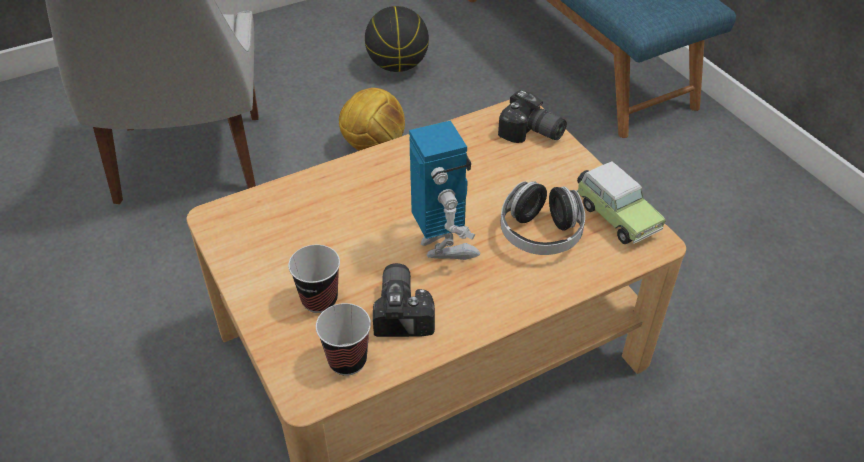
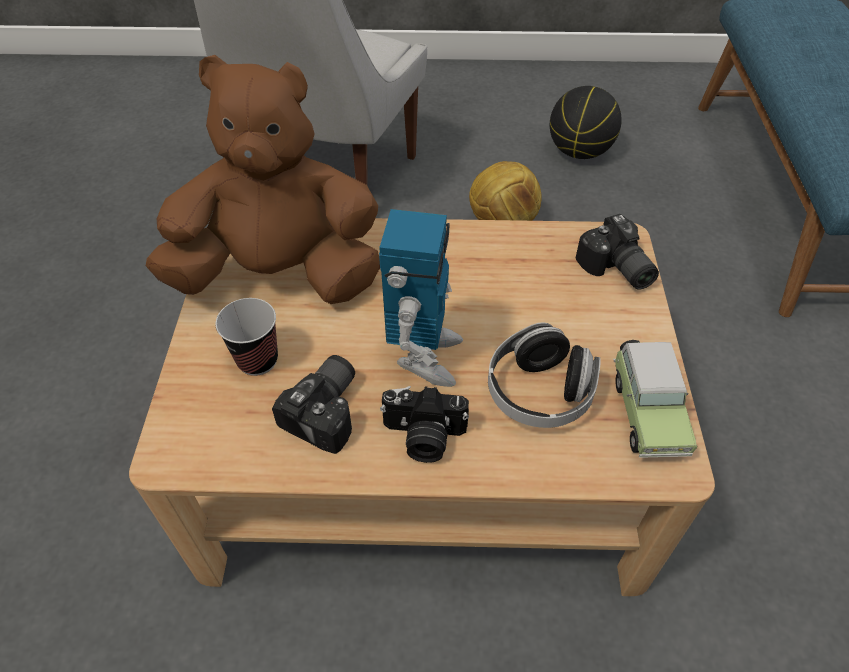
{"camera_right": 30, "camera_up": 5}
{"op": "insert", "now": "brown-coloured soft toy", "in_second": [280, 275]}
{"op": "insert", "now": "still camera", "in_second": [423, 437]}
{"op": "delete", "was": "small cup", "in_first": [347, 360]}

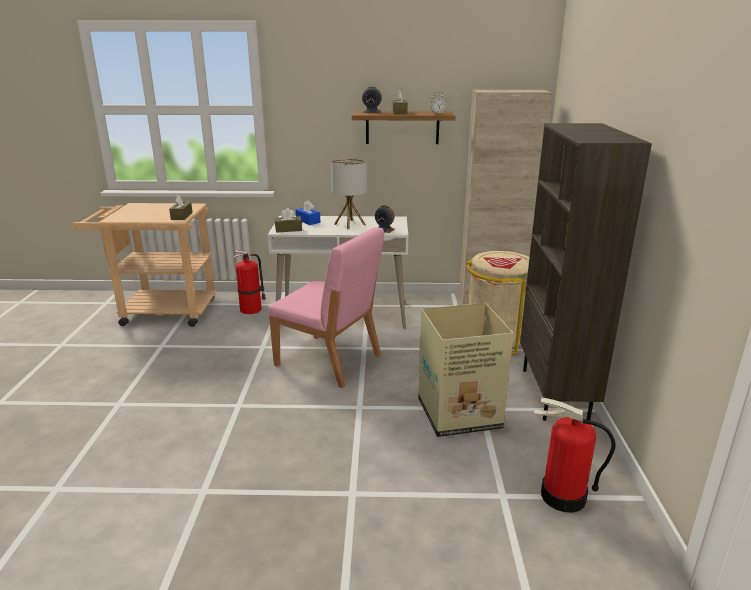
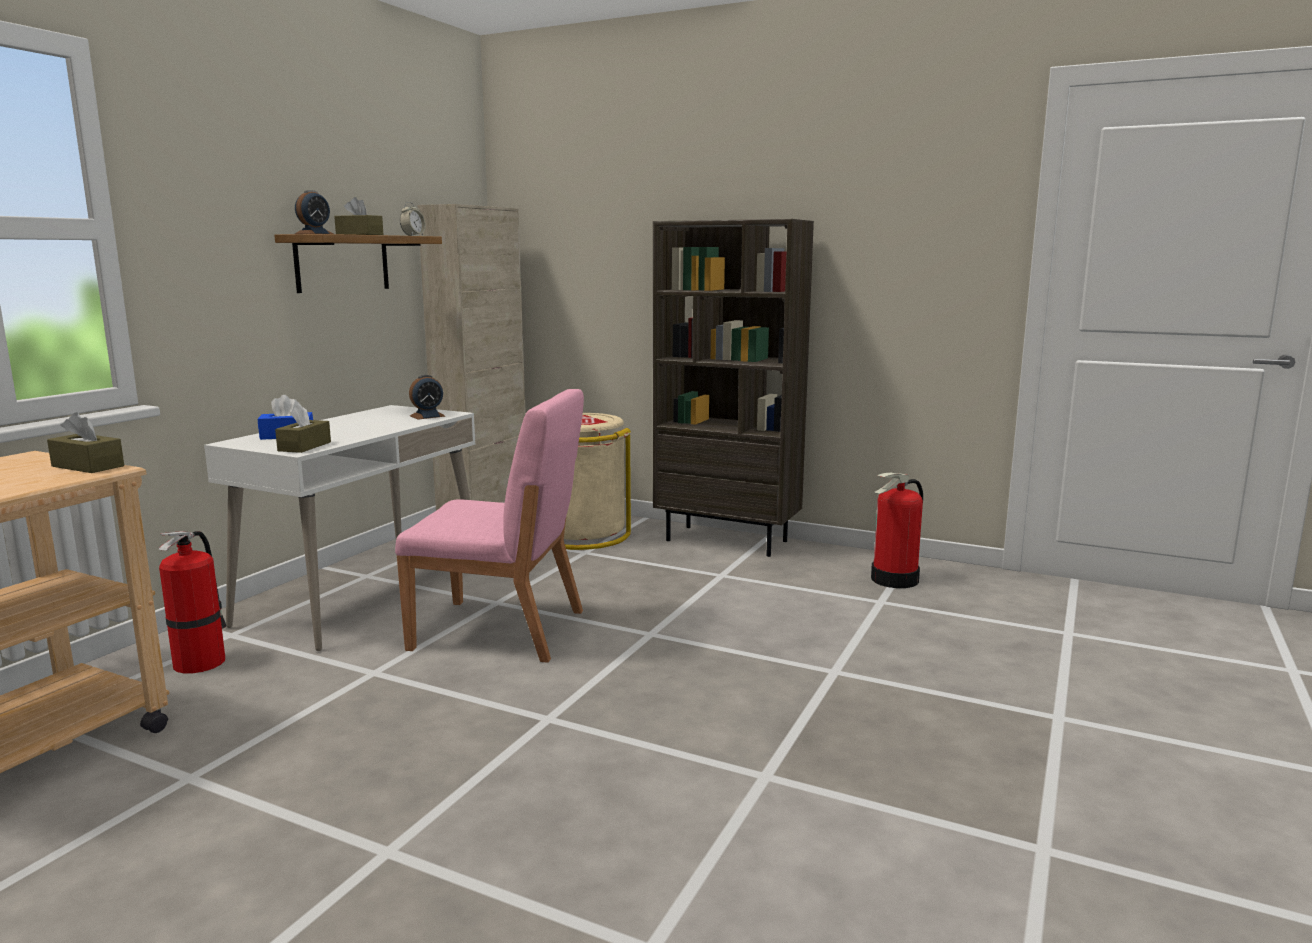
{"camera_right": -65, "camera_up": -10}
{"op": "rotate", "was": "pink upright chair", "in_first": [329, 361], "in_second": [500, 630], "clockwise": 45}
{"op": "delete", "was": "tabletop lamp", "in_first": [349, 224]}
{"op": "delete", "was": "packing box", "in_first": [460, 414]}

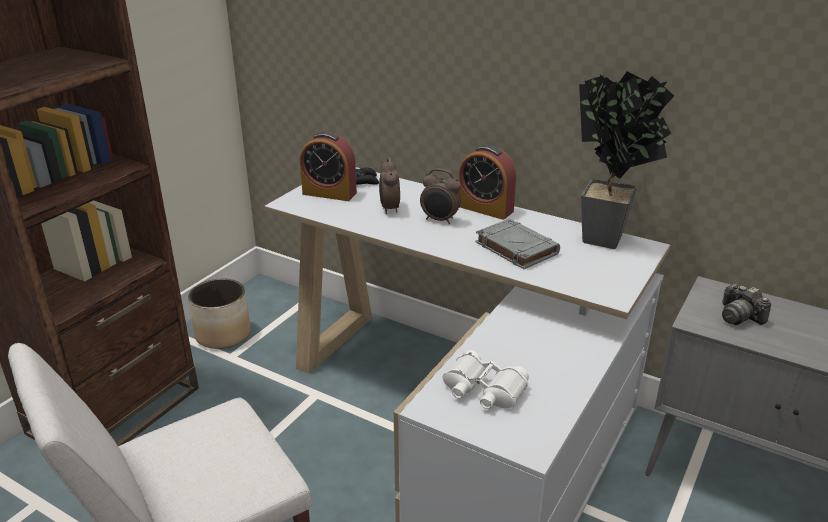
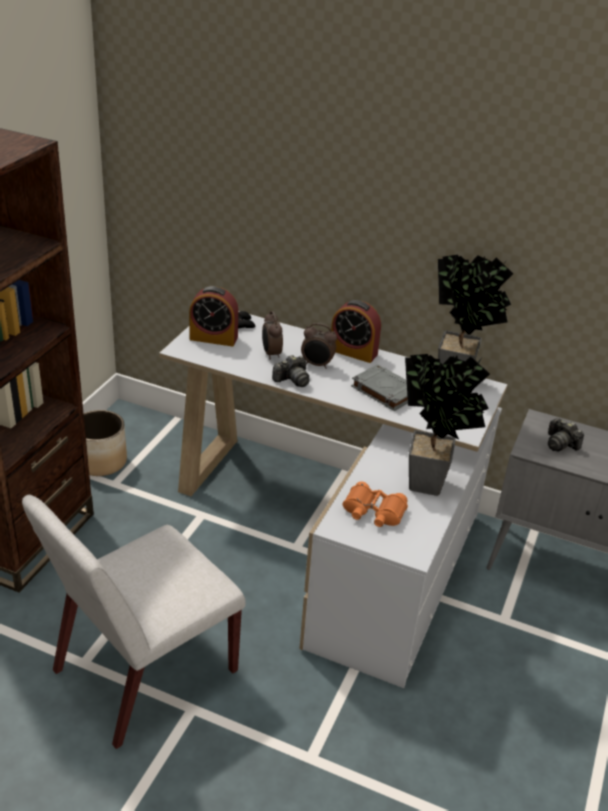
{"camera_right": -10, "camera_up": 5}
{"op": "insert", "now": "still camera", "in_second": [292, 380]}
{"op": "recolor", "was": "white-coloured pair of binoculars", "now": "orange-coloured pair of binoculars", "in_first": [483, 390], "in_second": [373, 512]}
{"op": "insert", "now": "plant in a pot", "in_second": [431, 487]}

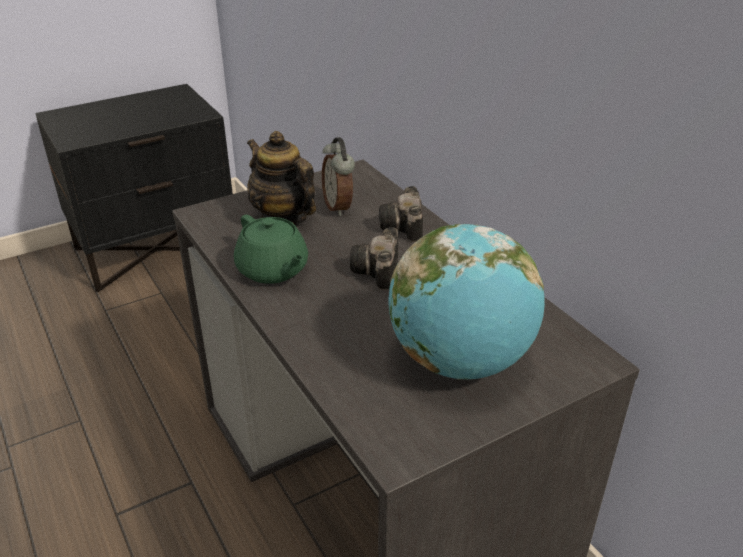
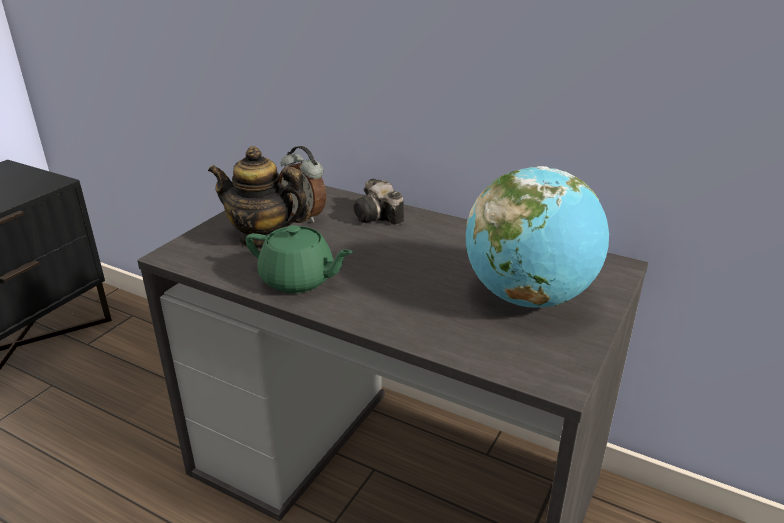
{"camera_right": -30, "camera_up": -5}
{"op": "delete", "was": "still camera", "in_first": [378, 272]}

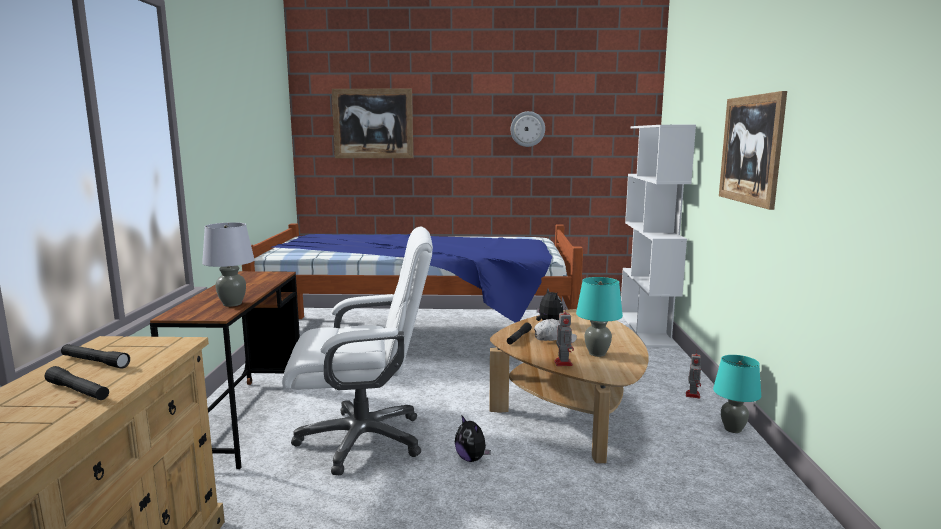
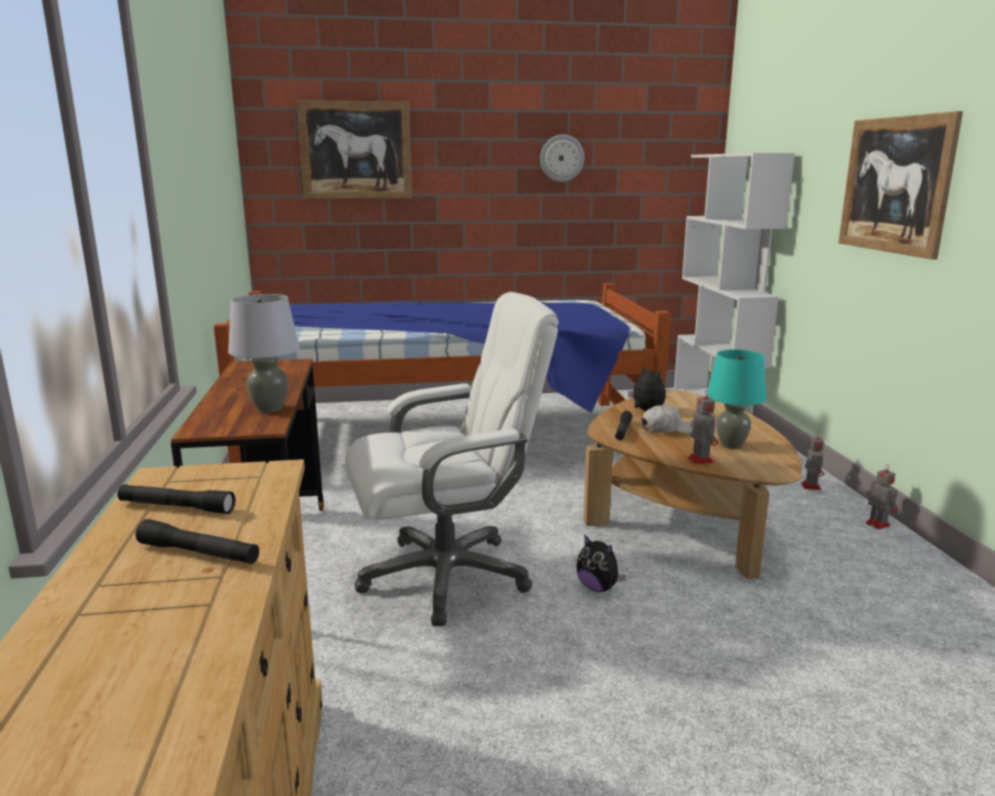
{"camera_right": -10, "camera_up": 5}
{"op": "replace", "was": "blue-green tabletop lamp", "now": "robot figure", "in_first": [733, 429], "in_second": [876, 524]}

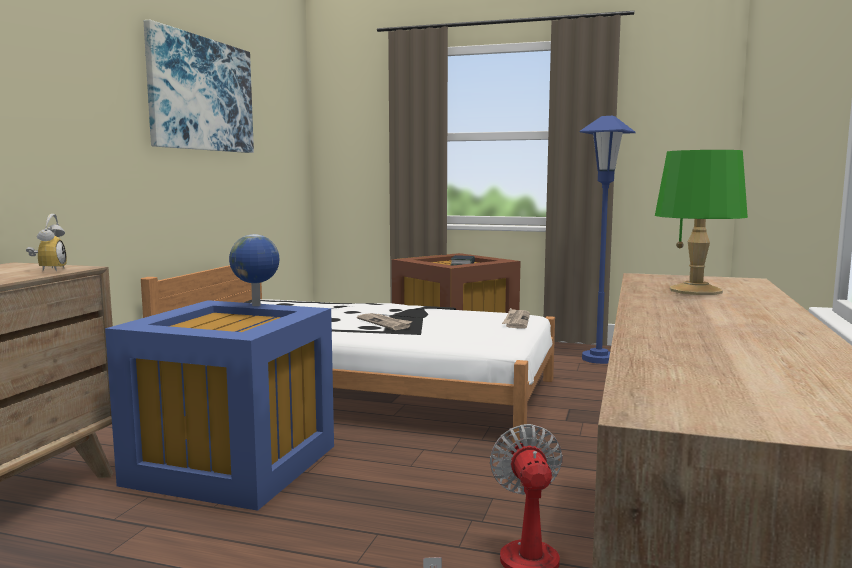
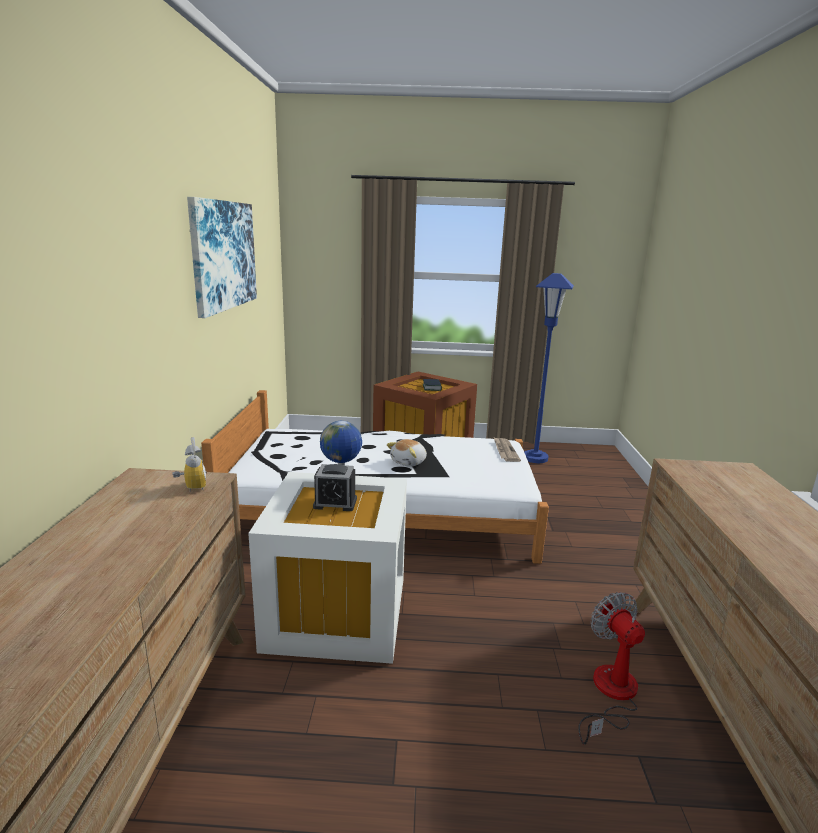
{"camera_right": -15, "camera_up": 10}
{"op": "recolor", "was": "bluish storage bin", "now": "white-coloured storage bin", "in_first": [236, 464], "in_second": [339, 612]}
{"op": "insert", "now": "bedside clock", "in_second": [335, 503]}
{"op": "replace", "was": "newspaper", "now": "soft toy", "in_first": [385, 323], "in_second": [409, 462]}
{"op": "delete", "was": "green tabletop lamp", "in_first": [696, 291]}

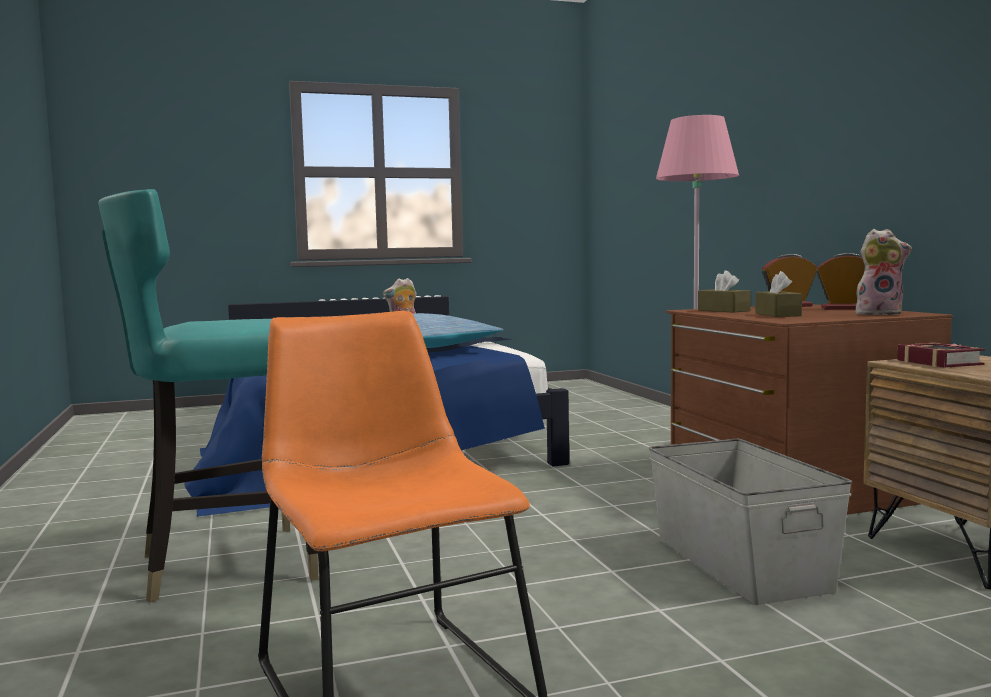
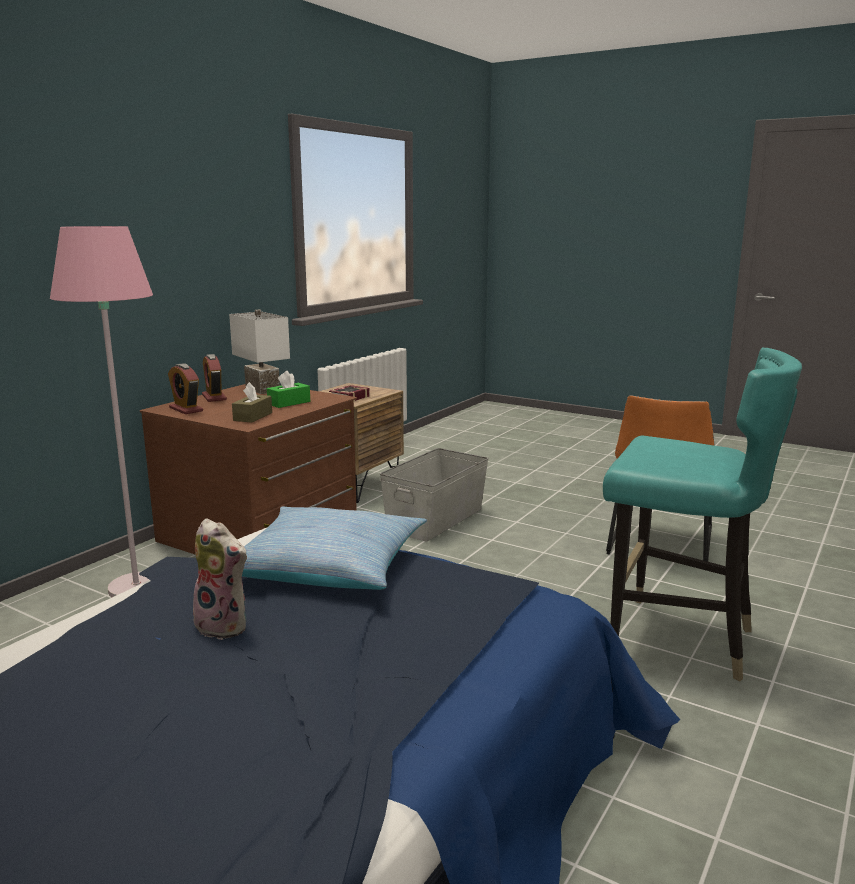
{"camera_right": -130, "camera_up": 10}
{"op": "replace", "was": "soft toy", "now": "white-coloured tabletop lamp", "in_first": [879, 314], "in_second": [264, 389]}
{"op": "recolor", "was": "brown-coloured tissue box", "now": "green tissue box", "in_first": [777, 314], "in_second": [289, 403]}

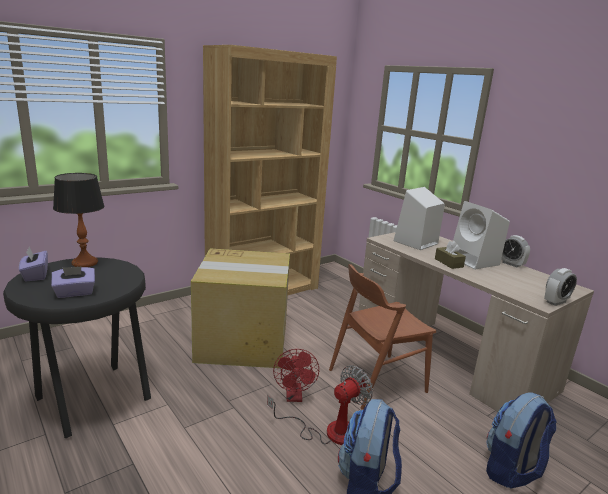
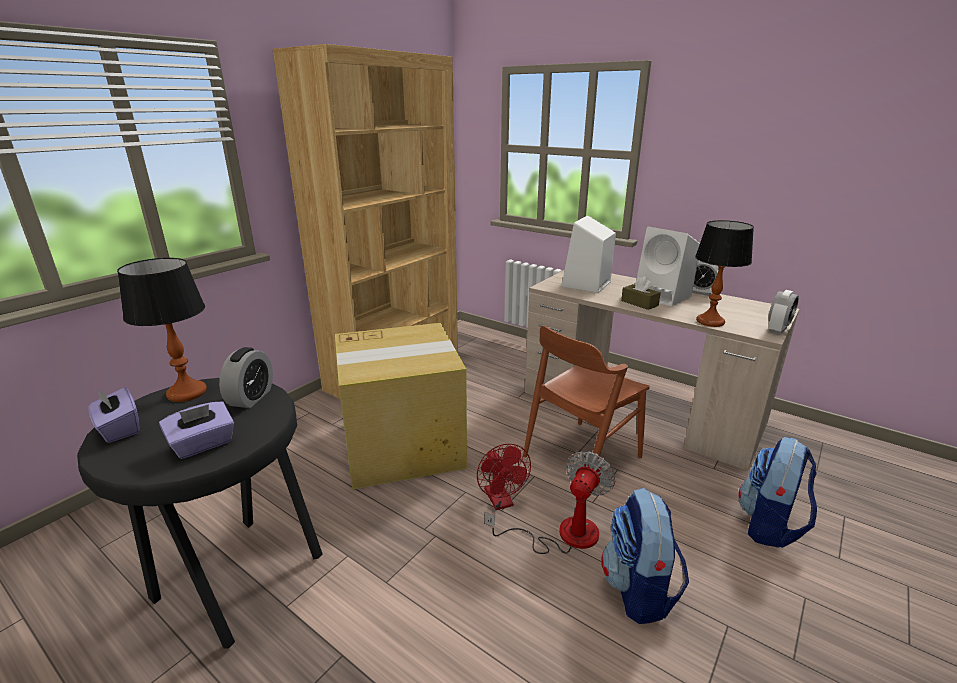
{"camera_right": -15, "camera_up": 5}
{"op": "insert", "now": "bedside clock", "in_second": [251, 398]}
{"op": "insert", "now": "tabletop lamp", "in_second": [710, 321]}

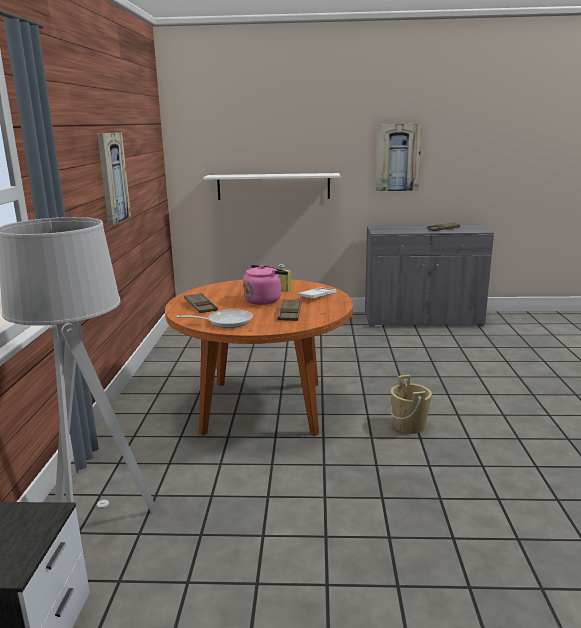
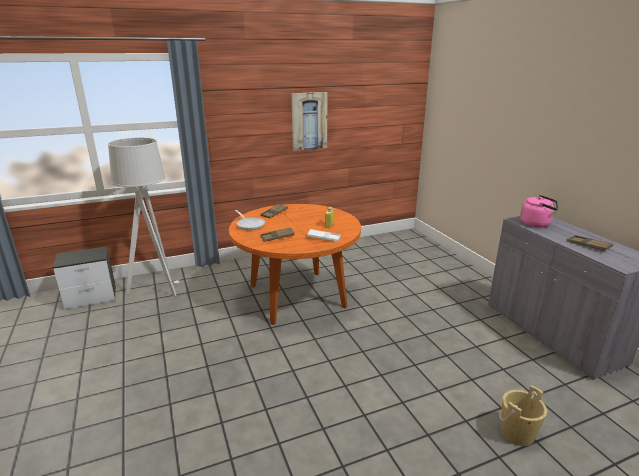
{"camera_right": 65, "camera_up": 5}
{"op": "move", "was": "beige pail", "in_first": [409, 425], "in_second": [517, 433]}
{"op": "move", "was": "pink water kettle", "in_first": [264, 300], "in_second": [537, 224]}
{"op": "delete", "was": "white-coloured wall shelf", "in_first": [273, 186]}
{"op": "delete", "was": "wall picture", "in_first": [397, 157]}

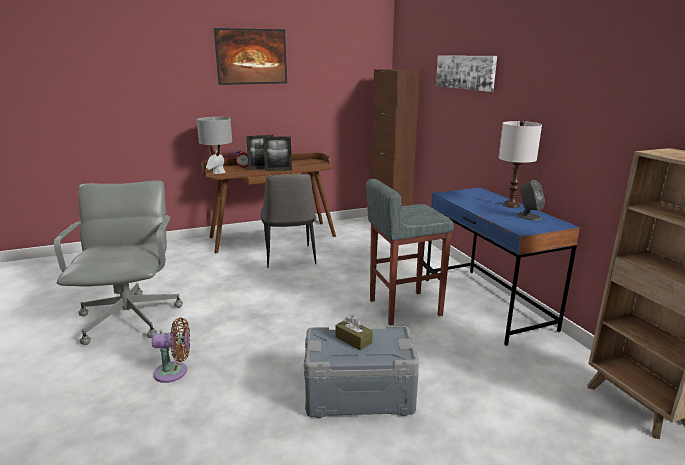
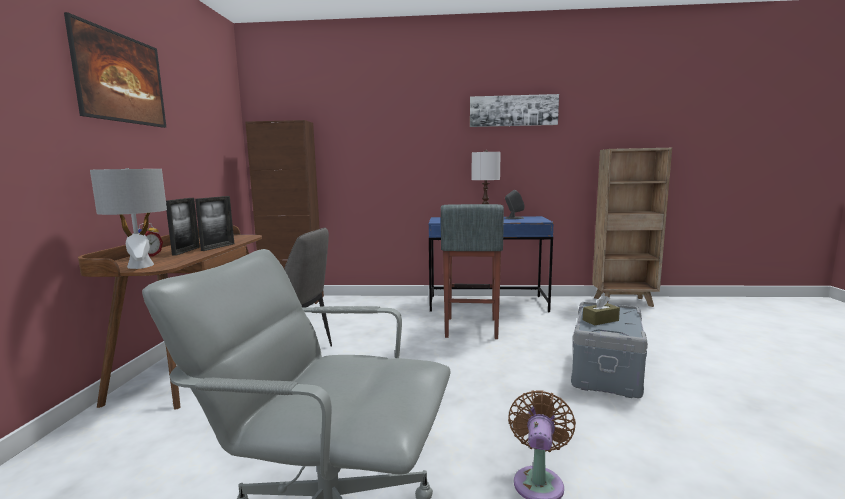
{"camera_right": -65, "camera_up": -10}
{"op": "move", "was": "wall picture", "in_first": [465, 72], "in_second": [513, 111]}

